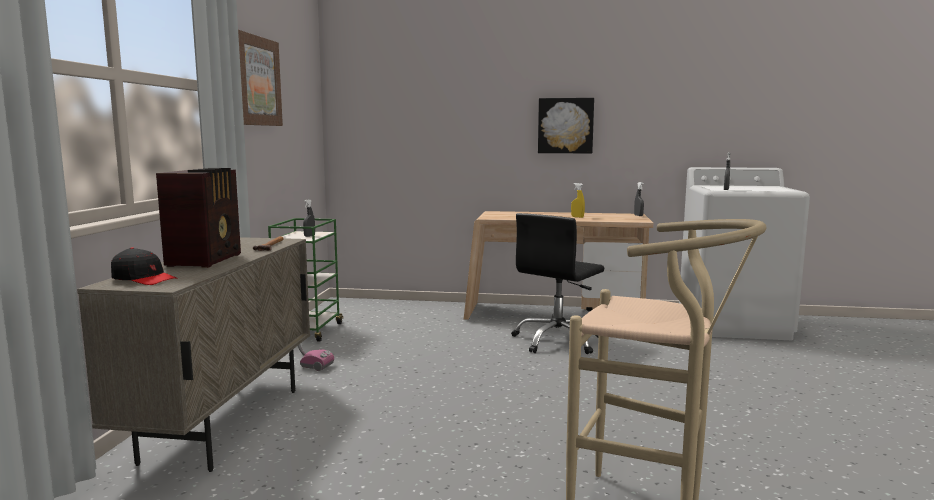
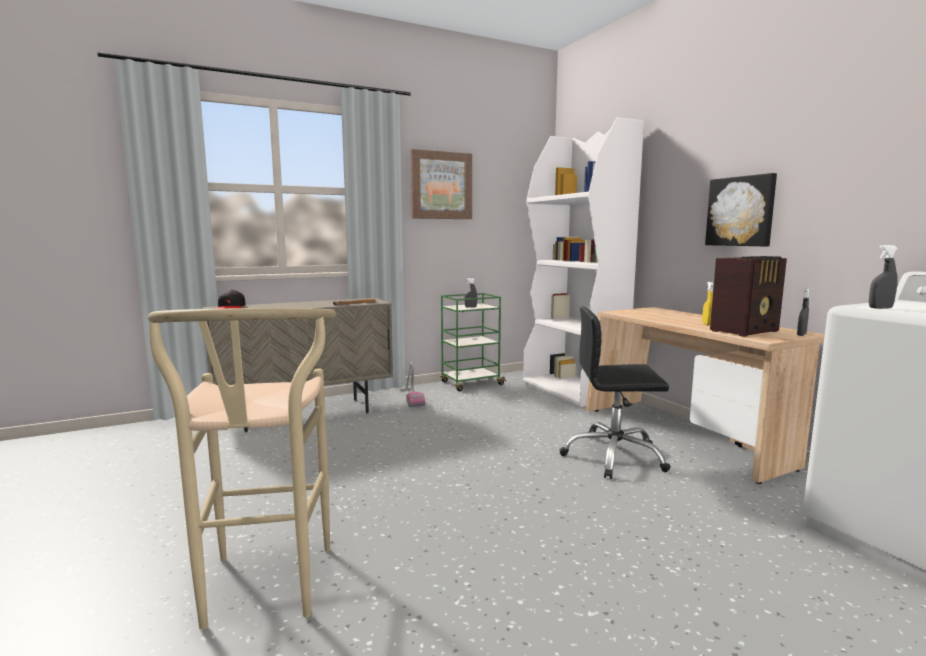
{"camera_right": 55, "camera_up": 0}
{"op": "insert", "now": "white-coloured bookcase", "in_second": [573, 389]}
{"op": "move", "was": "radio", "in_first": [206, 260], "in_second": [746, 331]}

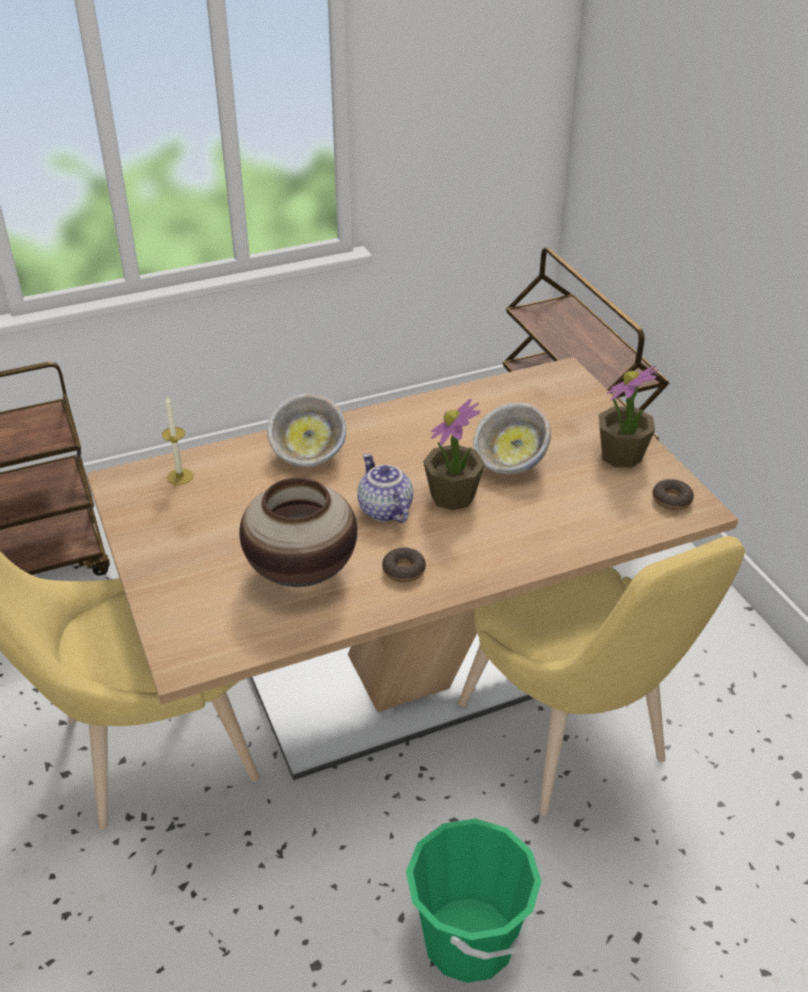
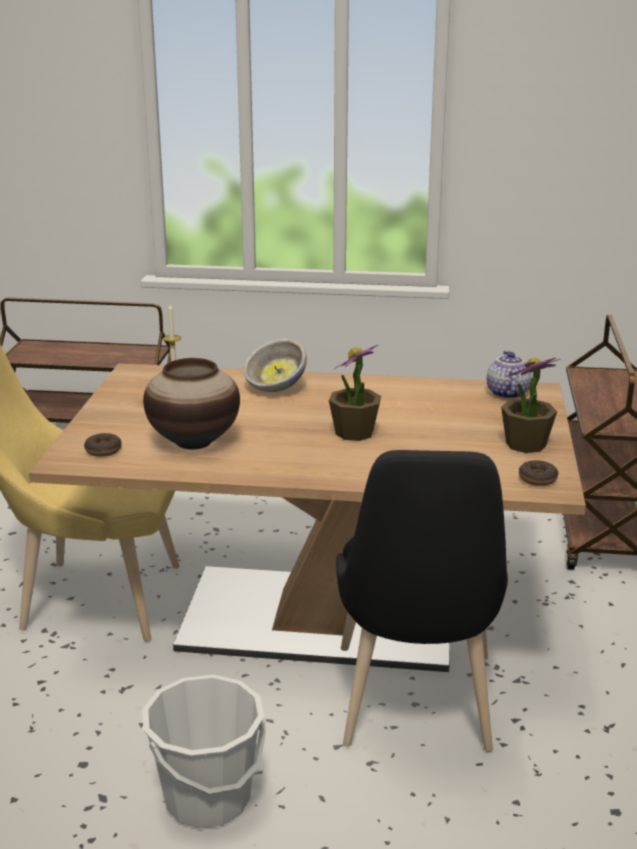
{"camera_right": 30, "camera_up": -15}
{"op": "move", "was": "ring doughnut", "in_first": [404, 570], "in_second": [103, 450]}
{"op": "recolor", "was": "green pail", "now": "white-coloured pail", "in_first": [469, 940], "in_second": [207, 799]}
{"op": "recolor", "was": "yellow-coloured upright chair", "now": "black upright chair", "in_first": [570, 743], "in_second": [415, 709]}
{"op": "move", "was": "tea pot", "in_first": [383, 510], "in_second": [506, 393]}
{"op": "delete", "was": "deep dish", "in_first": [510, 463]}

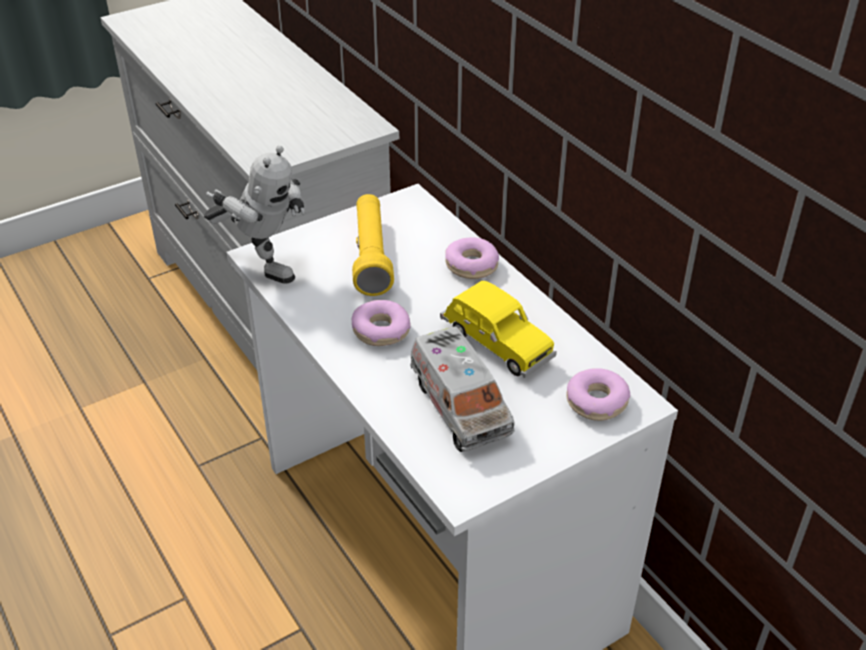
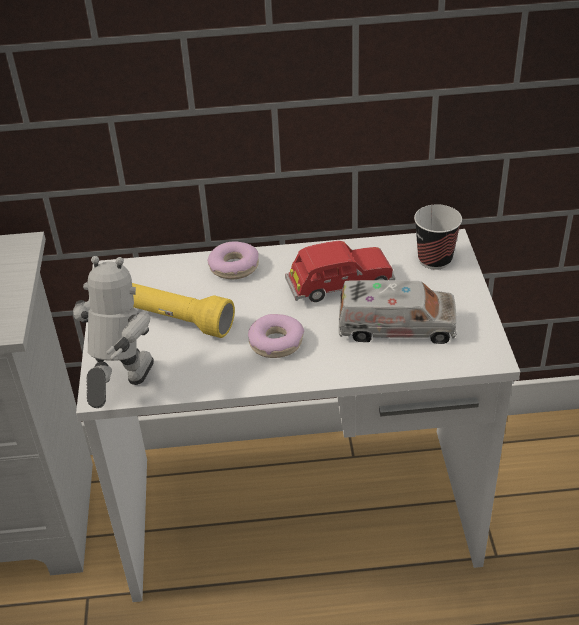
{"camera_right": -60, "camera_up": 0}
{"op": "rotate", "was": "robot figure", "in_first": [263, 265], "in_second": [122, 391], "clockwise": -45}
{"op": "recolor", "was": "yellow-coloured toy car", "now": "reddish toy car", "in_first": [496, 344], "in_second": [339, 286]}
{"op": "replace", "was": "ring doughnut", "now": "small cup", "in_first": [597, 401], "in_second": [435, 259]}

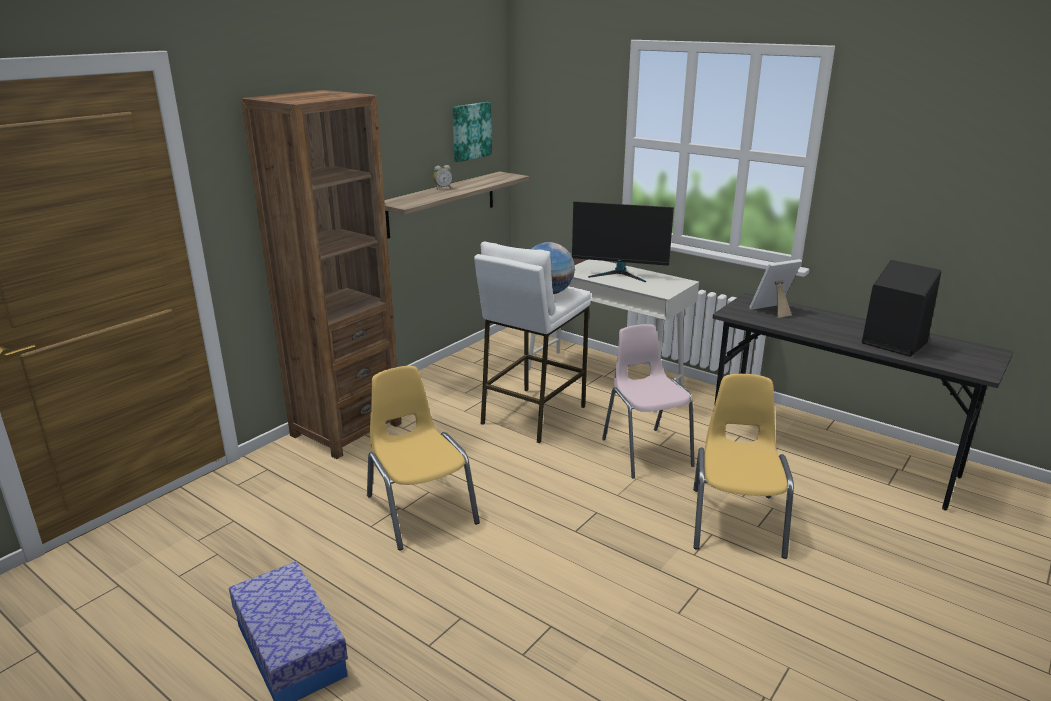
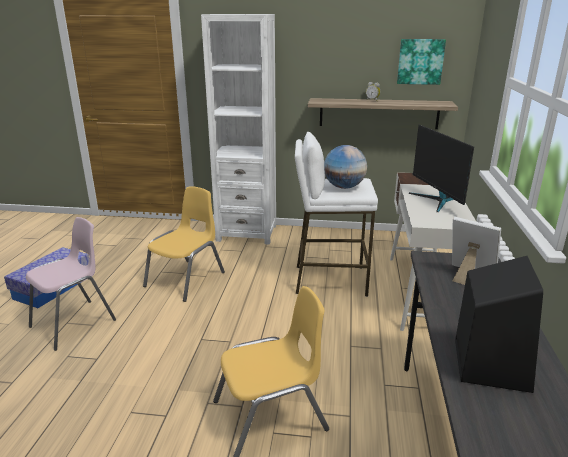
{"camera_right": 60, "camera_up": 0}
{"op": "move", "was": "pink upright chair", "in_first": [646, 452], "in_second": [74, 323]}
{"op": "recolor", "was": "brown-coloured bookcase", "now": "white-coloured bookcase", "in_first": [346, 429], "in_second": [247, 233]}

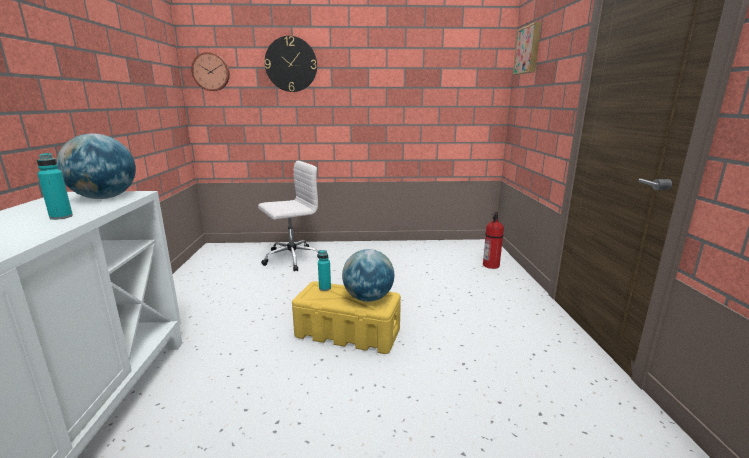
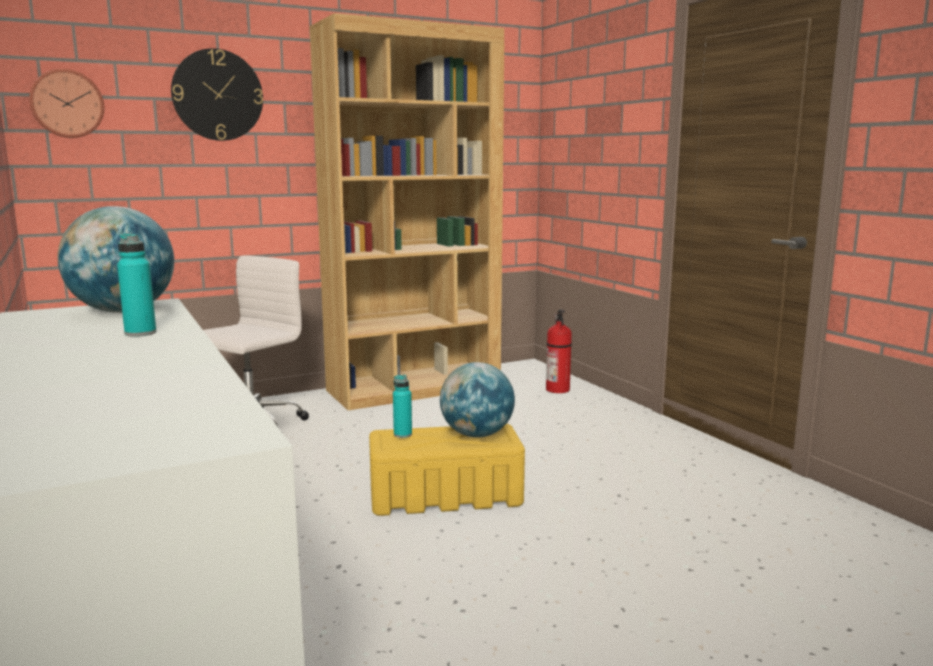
{"camera_right": -25, "camera_up": -5}
{"op": "insert", "now": "brown-coloured bookcase", "in_second": [414, 388]}
{"op": "delete", "was": "wall picture", "in_first": [528, 50]}

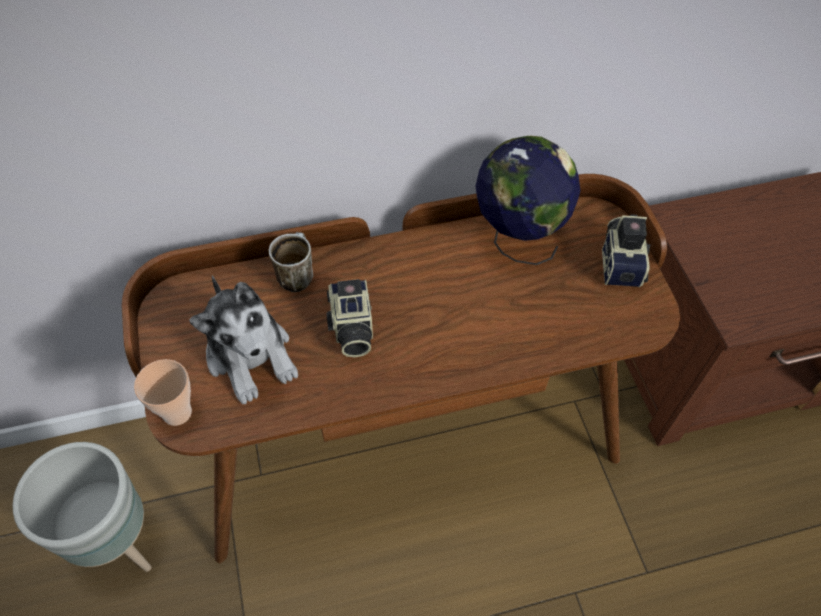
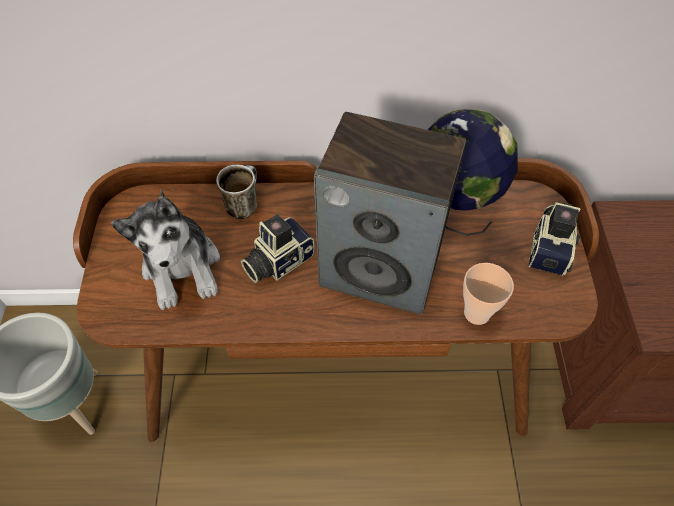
{"camera_right": 15, "camera_up": 0}
{"op": "rotate", "was": "still camera", "in_first": [351, 328], "in_second": [277, 261], "clockwise": 45}
{"op": "insert", "now": "speaker", "in_second": [381, 269]}
{"op": "move", "was": "small cup", "in_first": [177, 413], "in_second": [477, 313]}

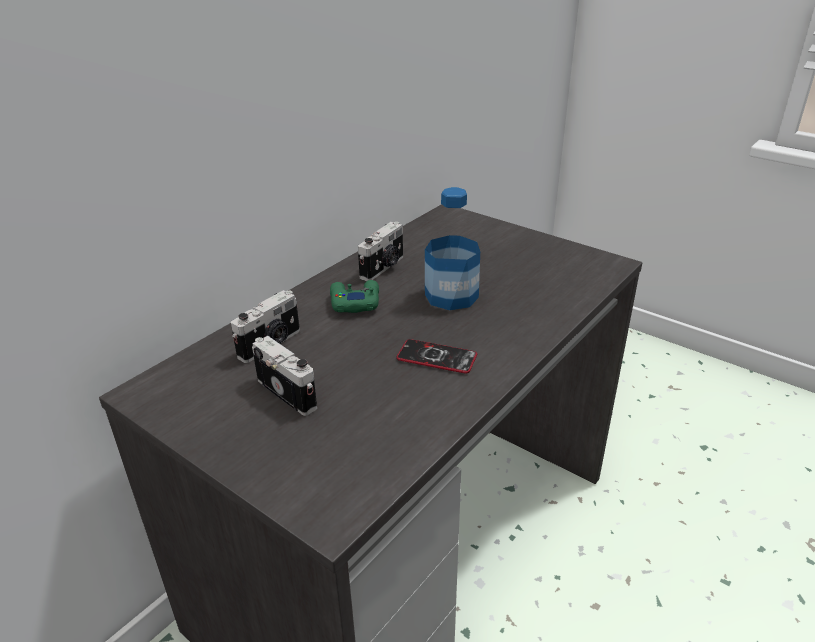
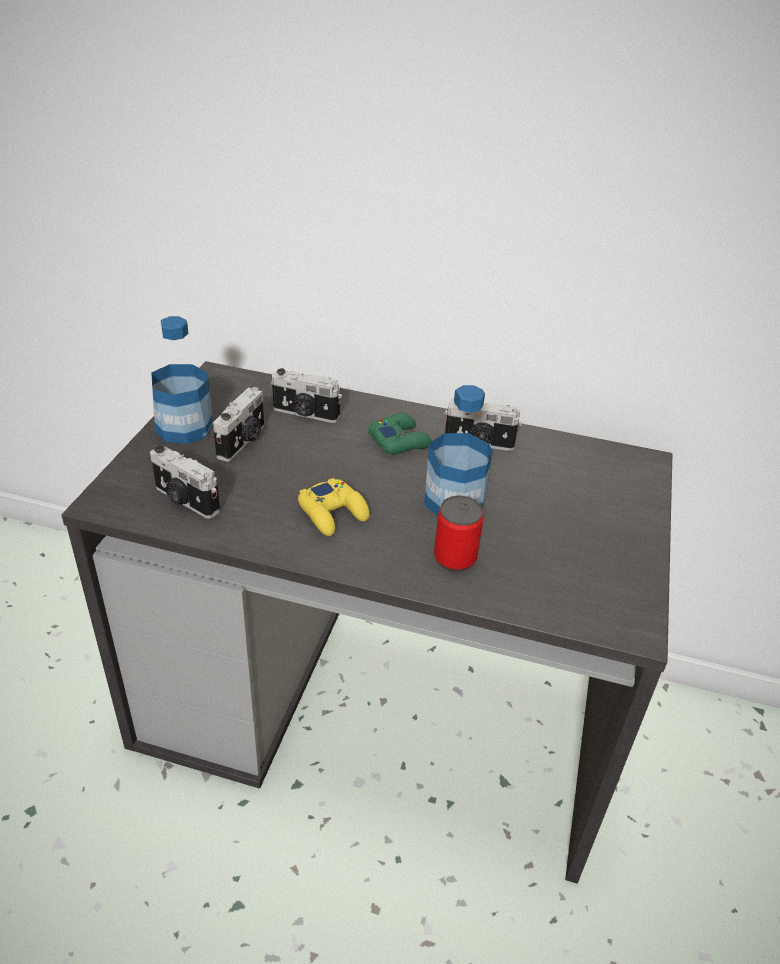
{"camera_right": 65, "camera_up": 5}
{"op": "insert", "now": "still camera", "in_second": [185, 500]}
{"op": "insert", "now": "drink bottle", "in_second": [184, 427]}
{"op": "replace", "was": "phone", "now": "yellow-coloured gamepad", "in_first": [436, 357], "in_second": [333, 513]}
{"op": "insert", "now": "sealed can", "in_second": [455, 558]}

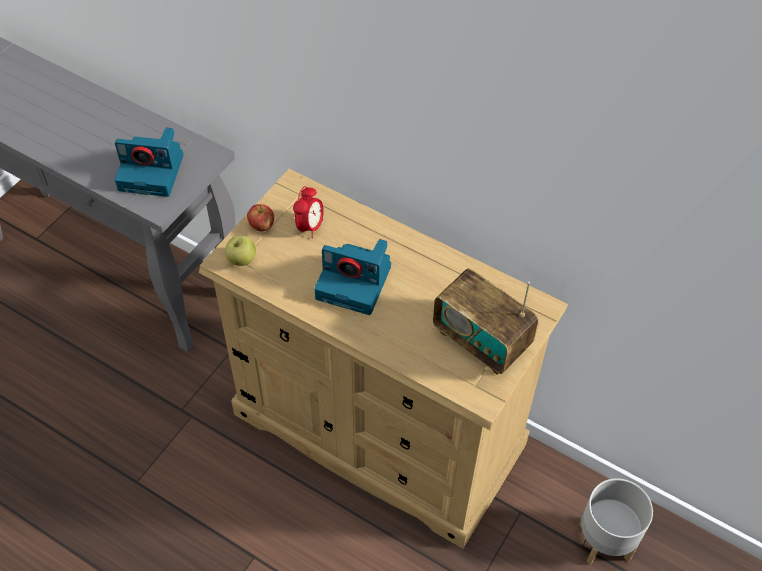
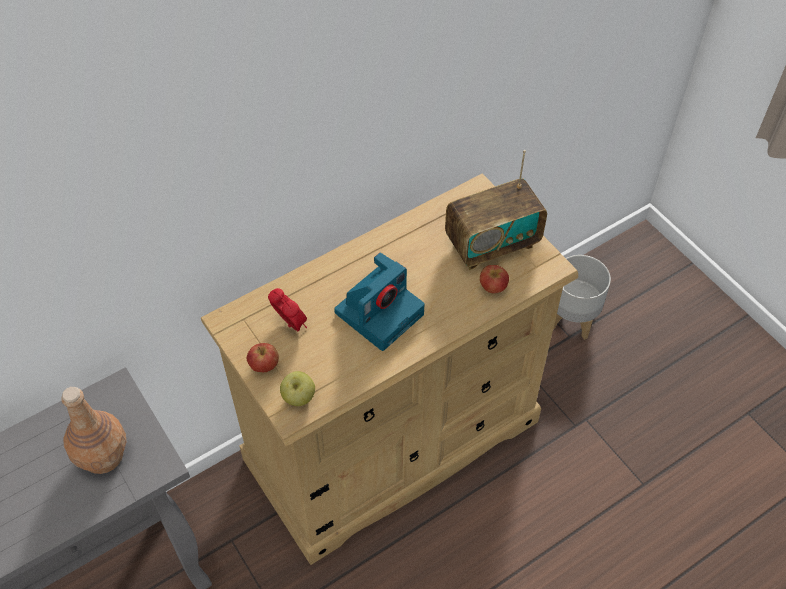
{"camera_right": -65, "camera_up": 0}
{"op": "replace", "was": "still camera", "now": "brown-coloured drink bottle", "in_first": [153, 172], "in_second": [103, 455]}
{"op": "insert", "now": "whole apple", "in_second": [493, 287]}

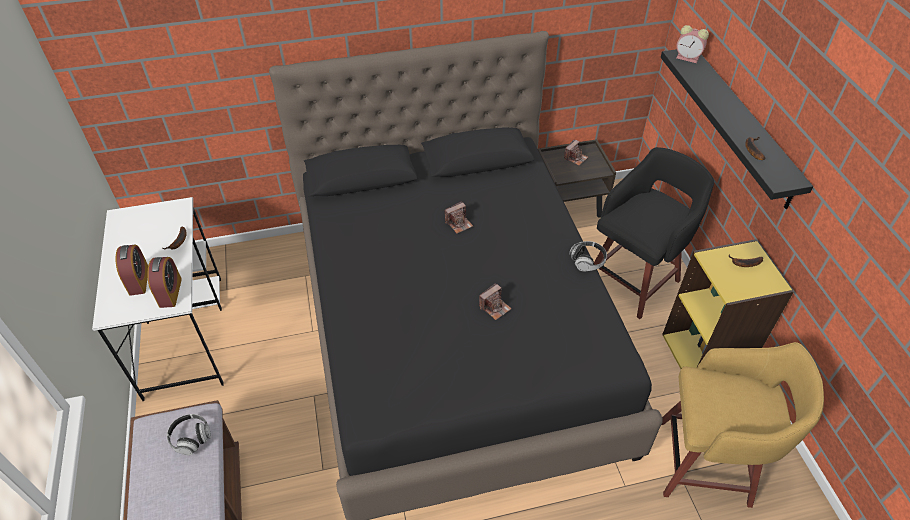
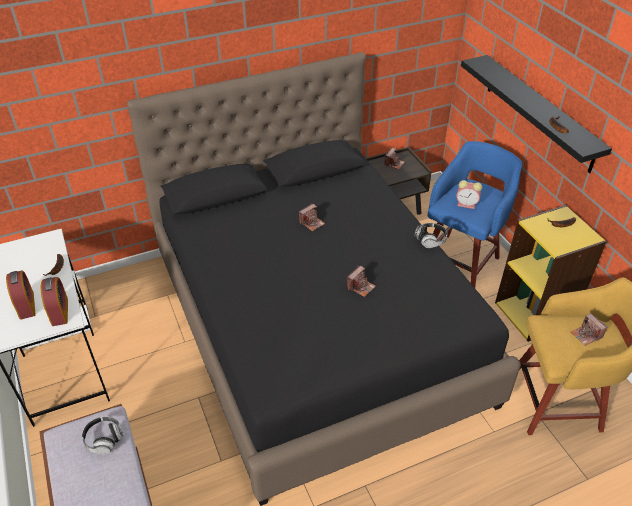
{"camera_right": -10, "camera_up": -5}
{"op": "recolor", "was": "black stool", "now": "bluish stool", "in_first": [634, 279], "in_second": [461, 261]}
{"op": "move", "was": "bedside clock", "in_first": [688, 58], "in_second": [467, 204]}
{"op": "insert", "now": "still camera", "in_second": [586, 335]}

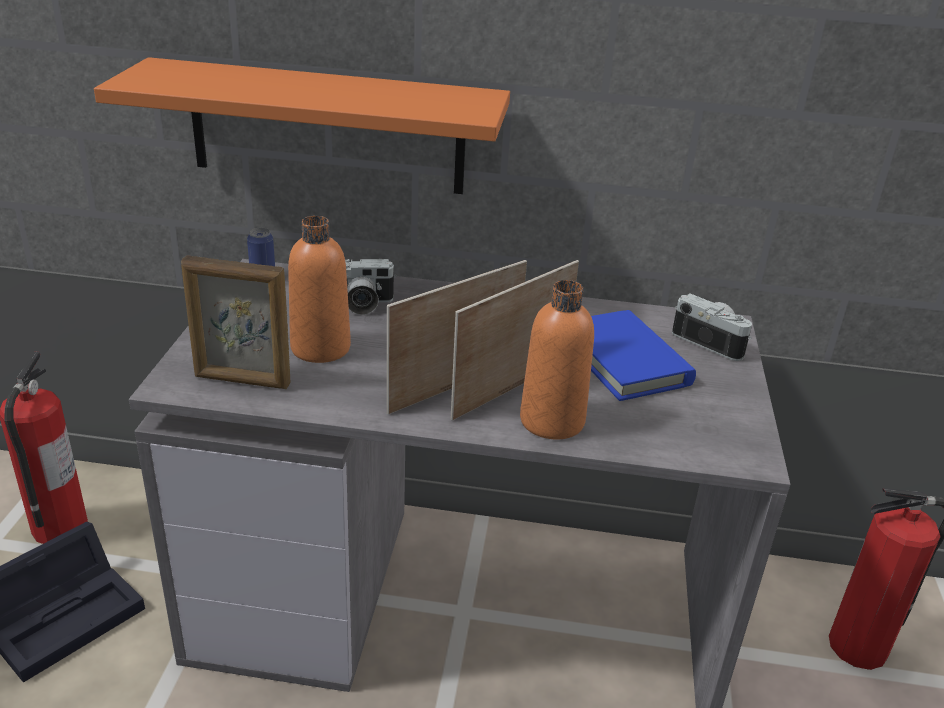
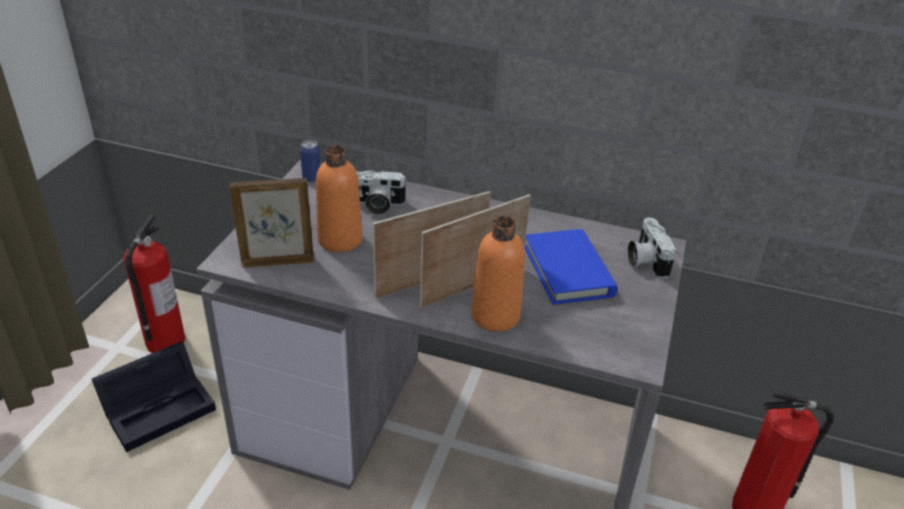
{"camera_right": 10, "camera_up": 5}
{"op": "rotate", "was": "picture frame", "in_first": [242, 381], "in_second": [277, 261], "clockwise": 150}
{"op": "rotate", "was": "still camera", "in_first": [712, 341], "in_second": [645, 260], "clockwise": -150}
{"op": "delete", "was": "orange-coloured wall shelf", "in_first": [327, 127]}

